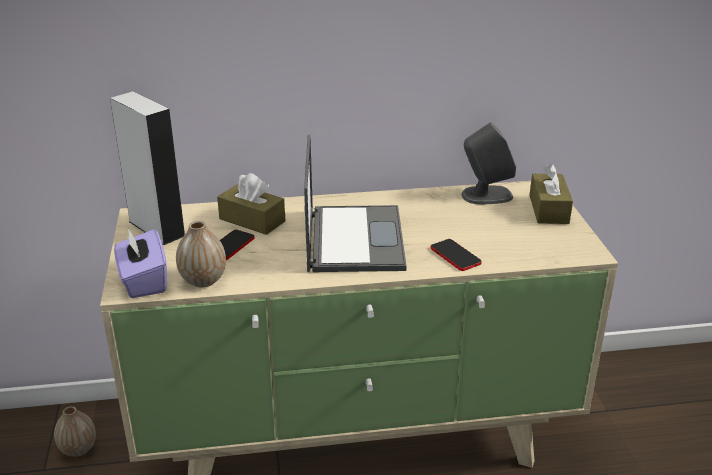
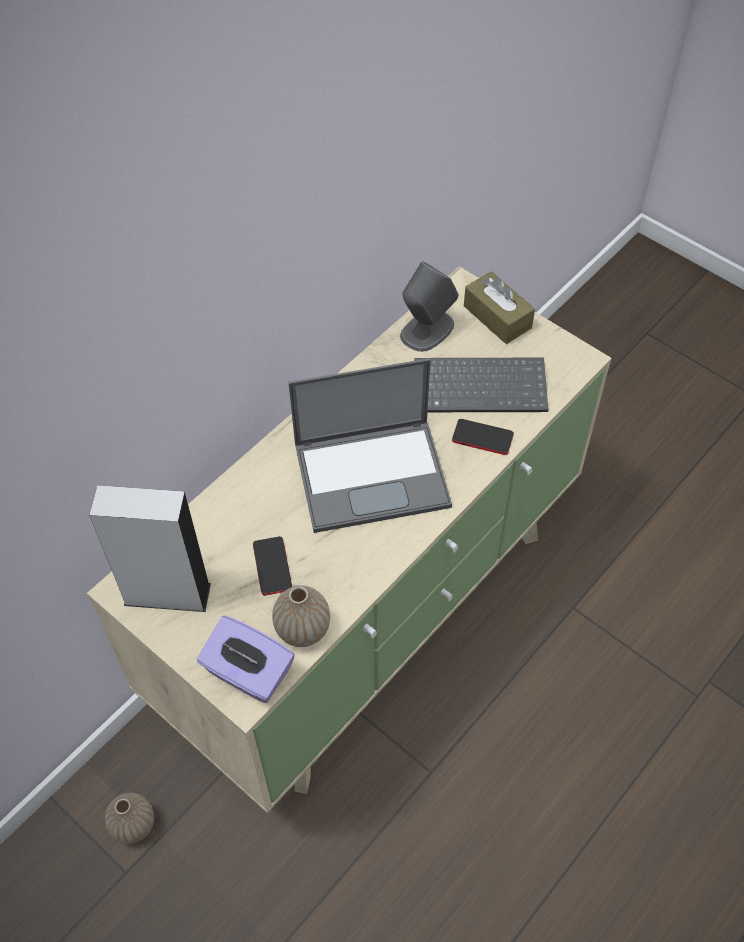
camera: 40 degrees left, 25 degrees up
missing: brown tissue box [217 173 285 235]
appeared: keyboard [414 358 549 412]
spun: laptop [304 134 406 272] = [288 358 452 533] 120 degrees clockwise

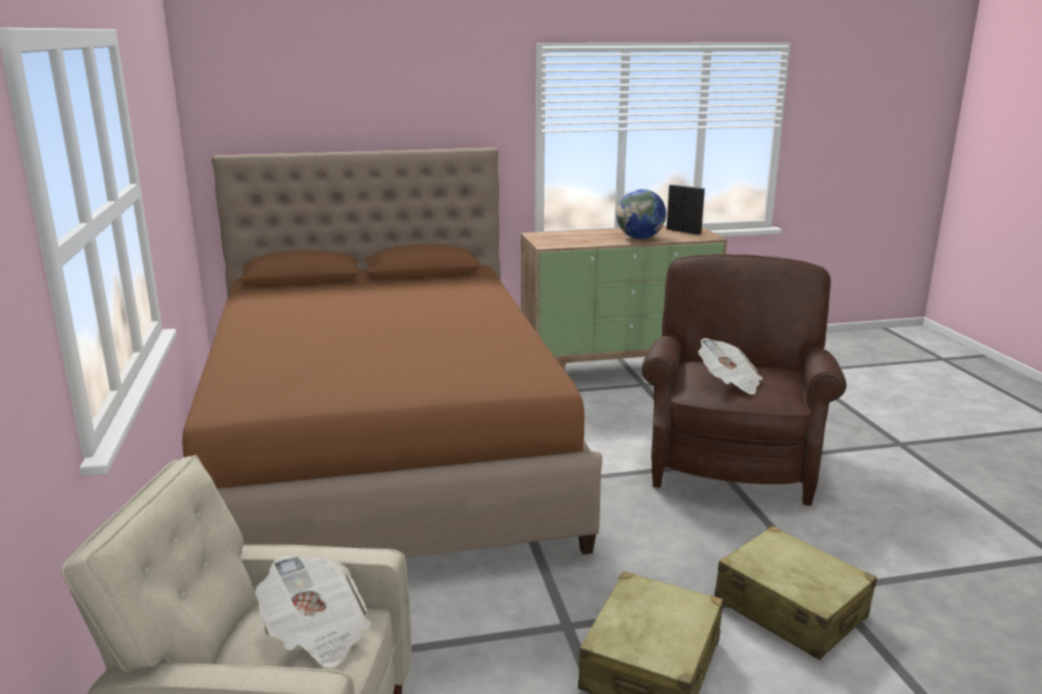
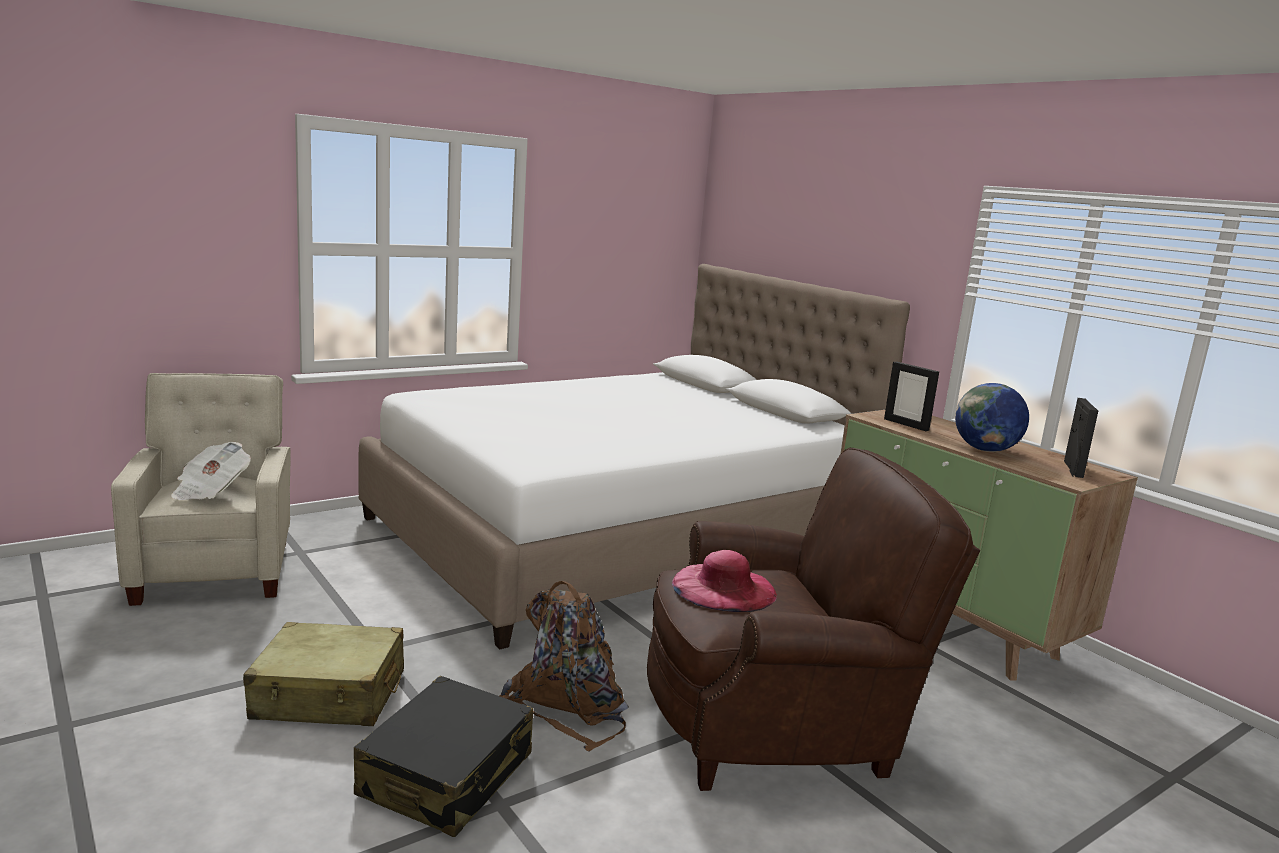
camera: 65 degrees right, 5 degrees down
appeared: brown backpack [500 581 629 751]; picture frame [884 362 939 431]
exchanged: newspaper [698 338 762 395] to pink hat [672 550 777 612]
colour: brown bed [182 147 602 557] to white bed [358 264 910 649]; beige suitcase [714 526 877 660] to black suitcase [354 676 533 837]

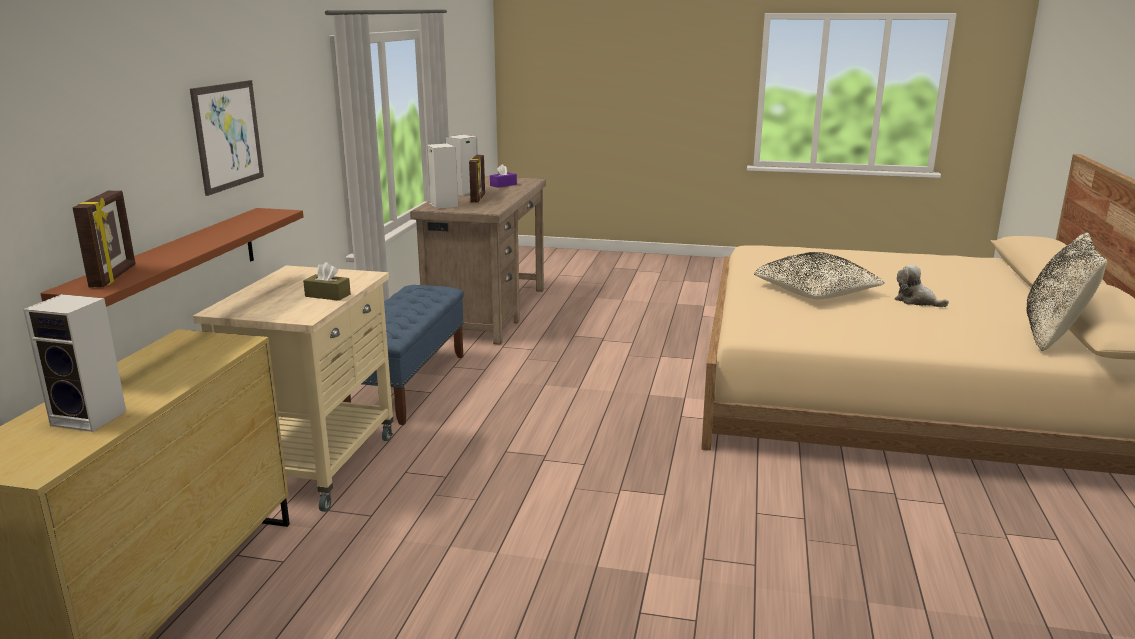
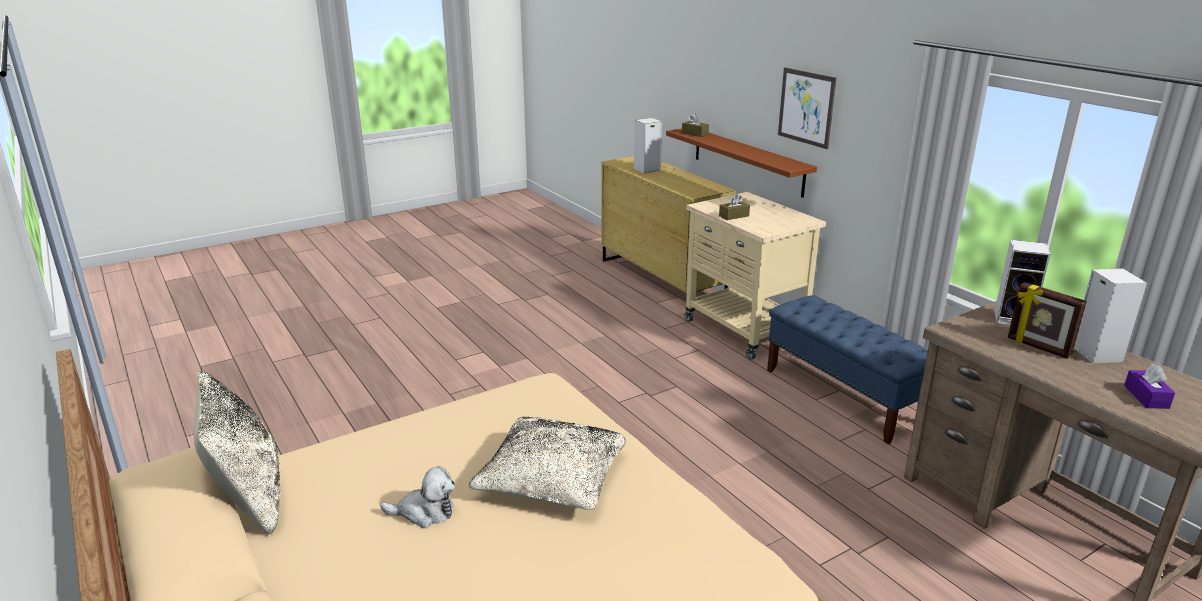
camera: 135 degrees right, 5 degrees up
exchanged: picture frame [73 190 135 287] to brown tissue box [682 113 709 137]

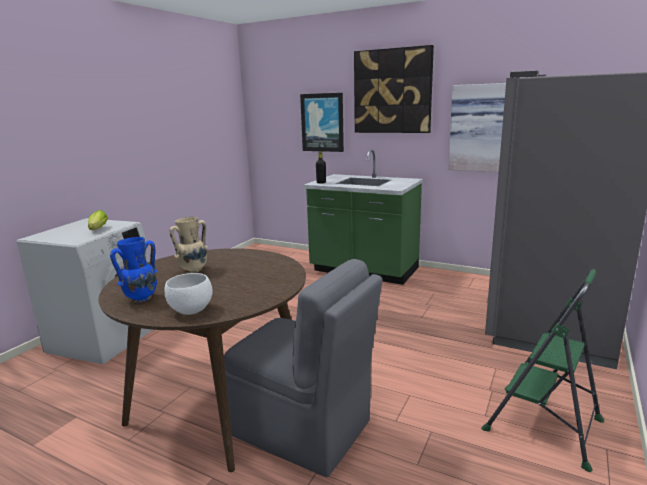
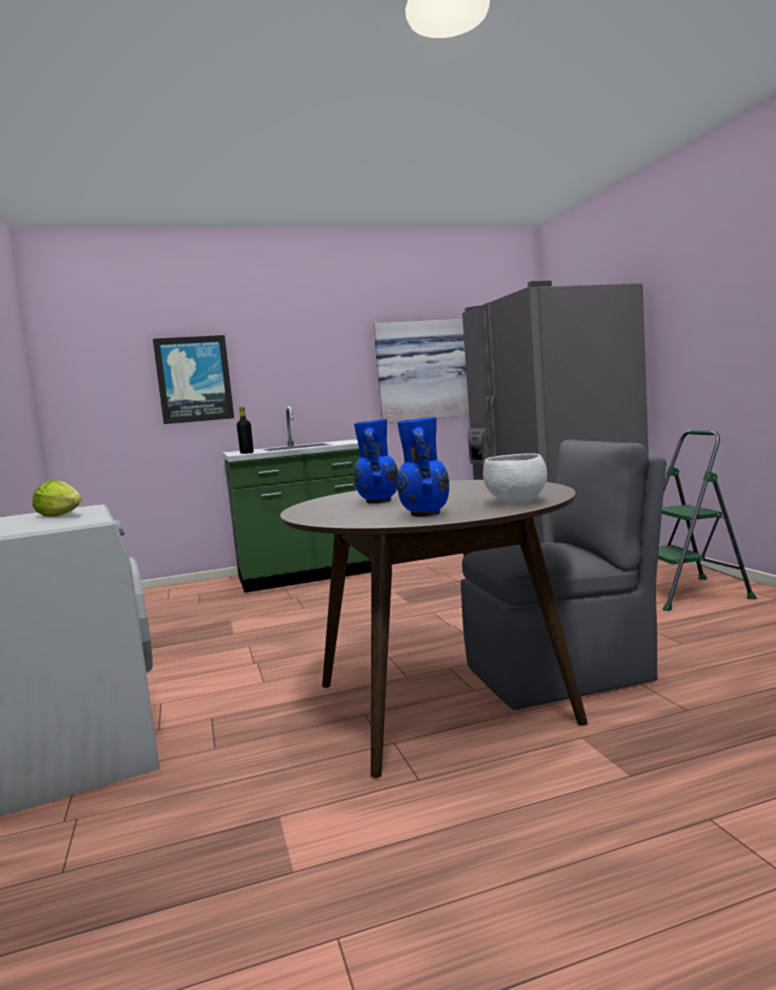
camera: 45 degrees left, 10 degrees down
missing: picture [354 45 434 133]
colour: beige vase [169 217 208 273] to blue vase [354 419 398 504]

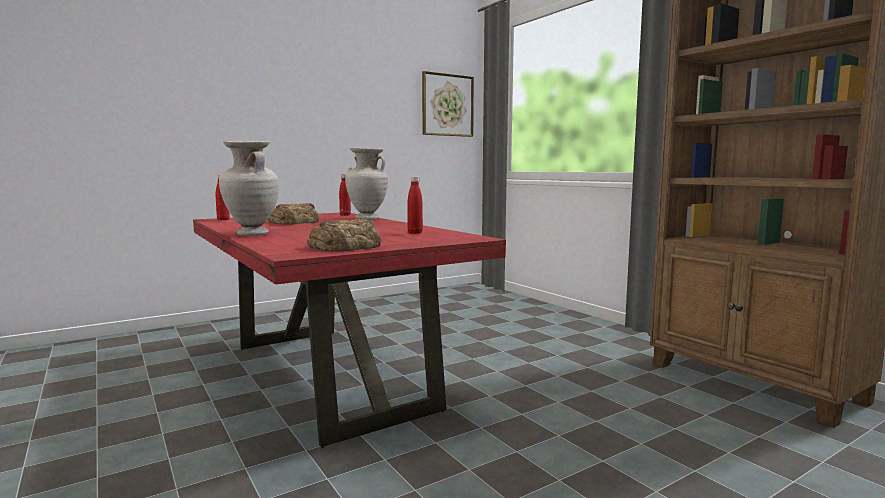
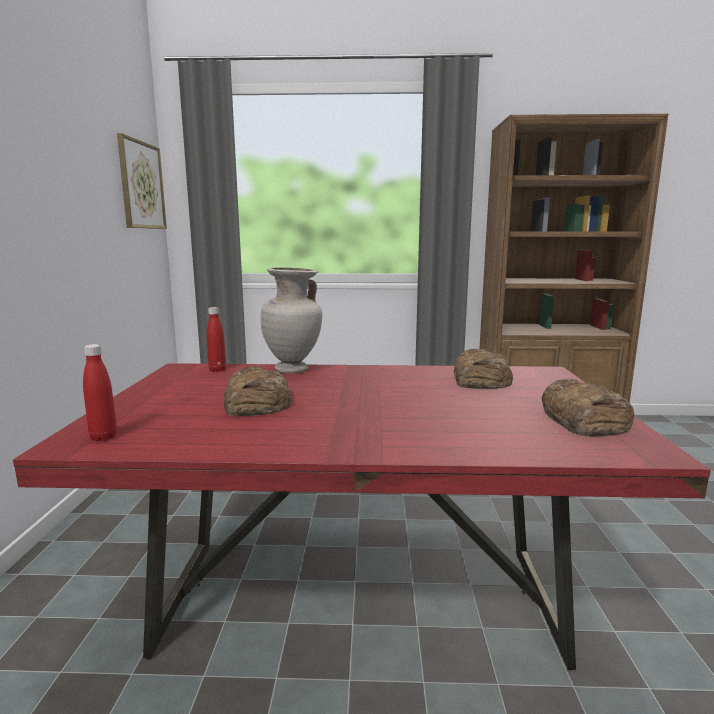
camera: 55 degrees left, 5 degrees up
missing: beige vase [219 141 279 236]
exchanged: red bottle [407 176 423 234] to bread [454 349 513 389]

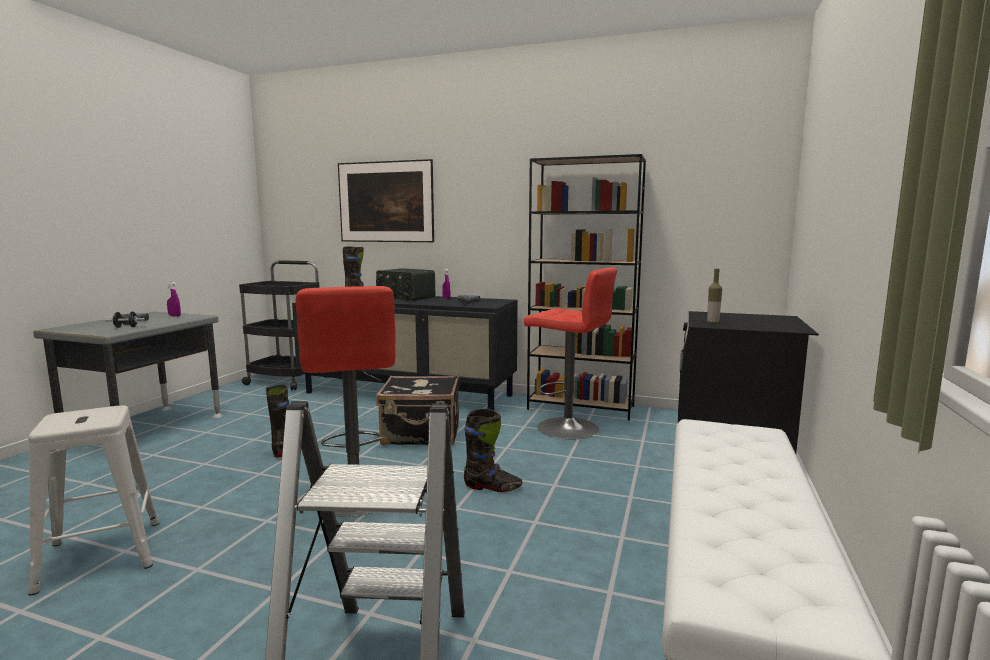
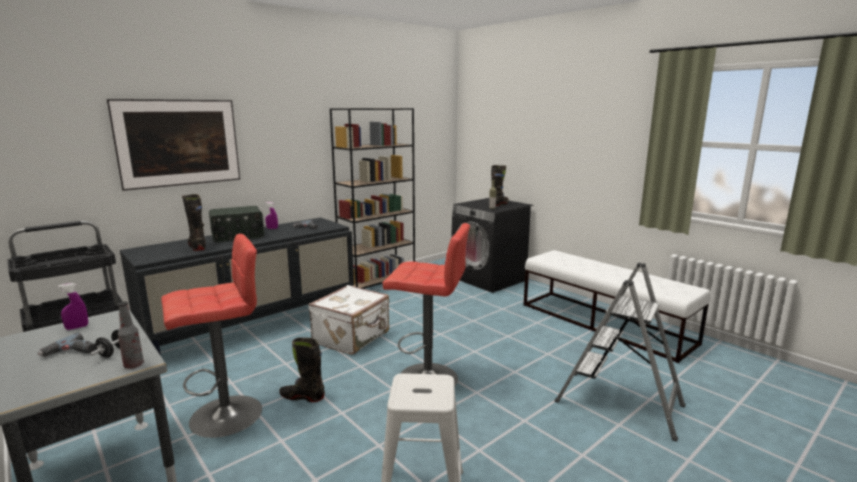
camera: 60 degrees left, 5 degrees up
appeared: bottle [118 302 144 369]
relocated: black boot [464 409 522 492] to [491 165 509 206]; red stool [524 267 617 440] to [161 234 262 438]
colour: black suitcase [376 376 459 445] to white suitcase [308 285 389 355]

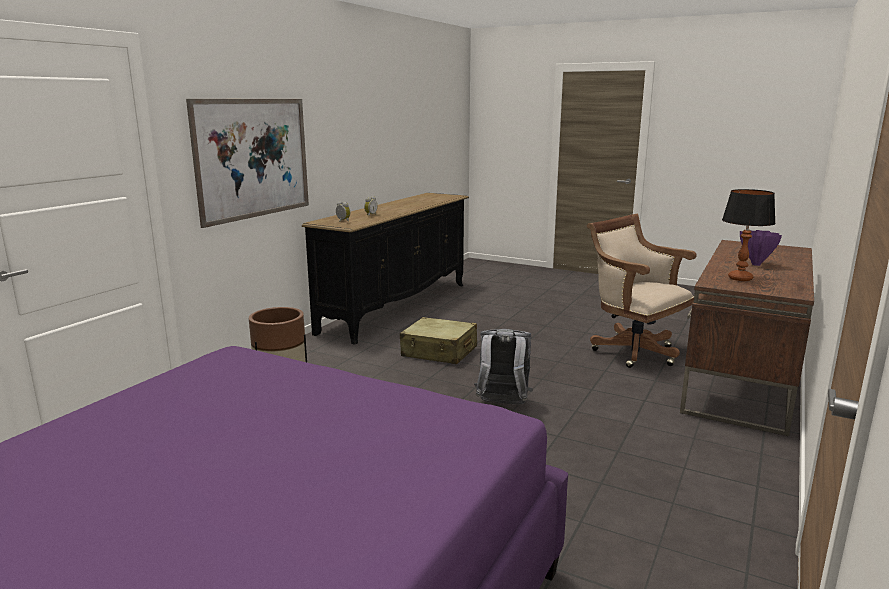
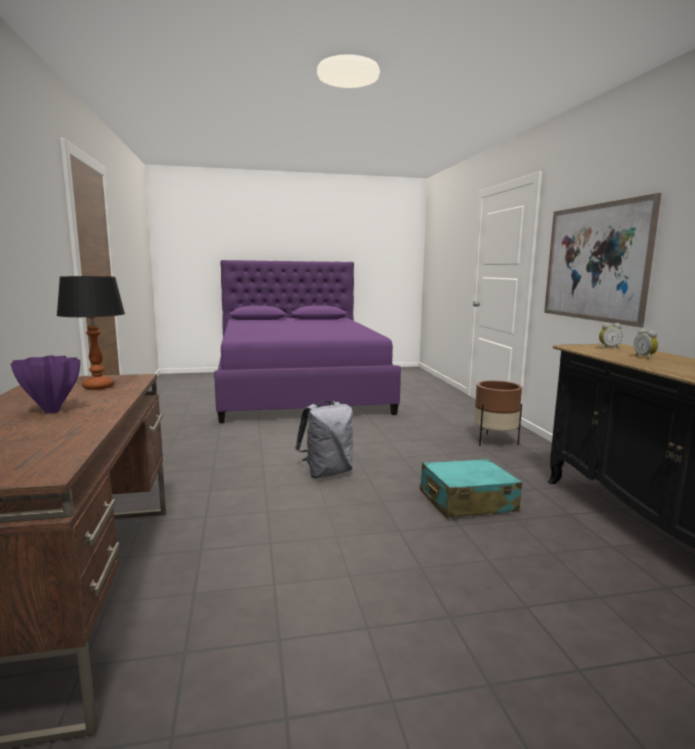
camera: 140 degrees right, 5 degrees down
missing: office chair [587 214 697 368]
colour: beige suitcase [400 317 477 364] to turquoise suitcase [420 459 522 518]

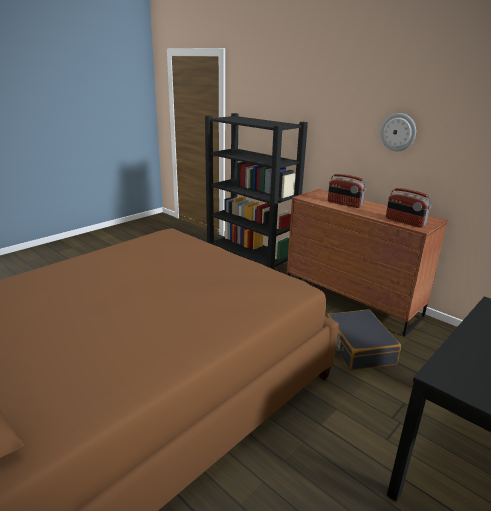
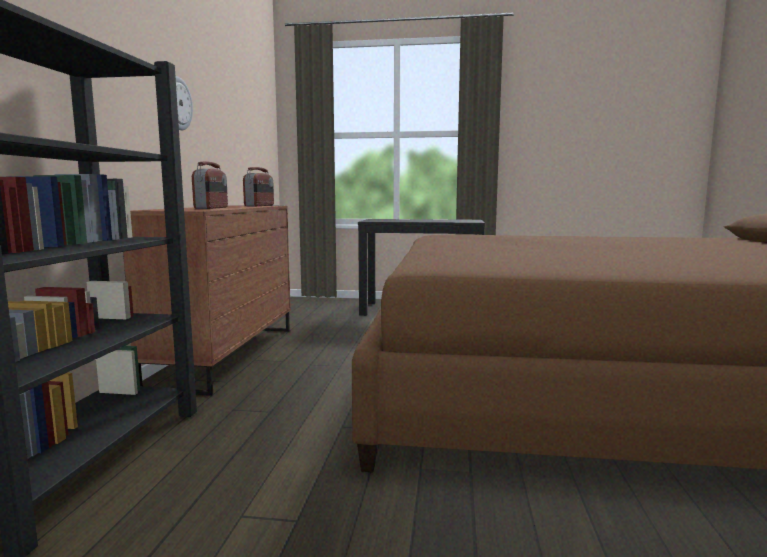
camera: 125 degrees left, 15 degrees down
missing: black suitcase [327 310 401 370]

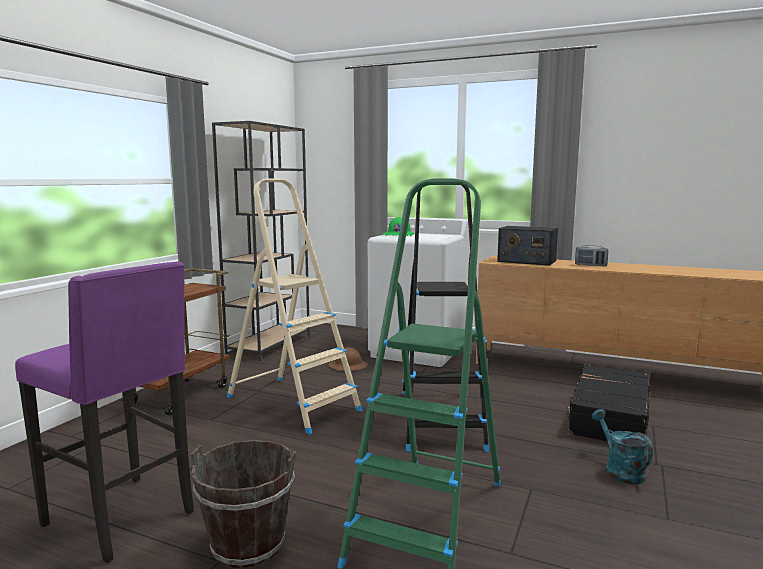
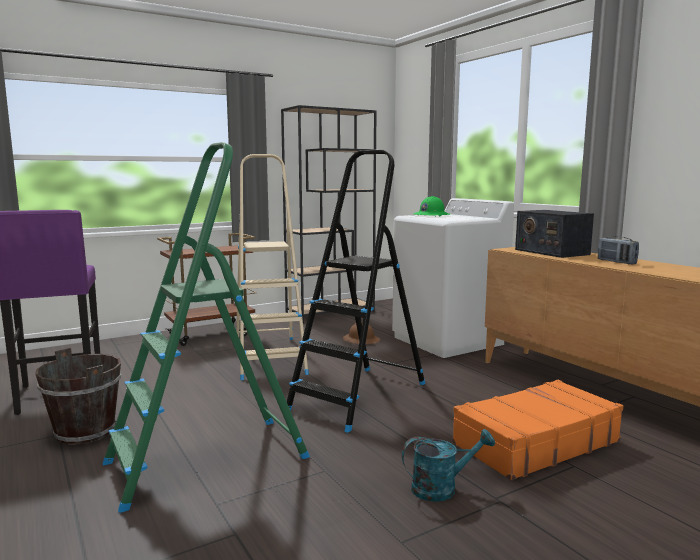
camera: 35 degrees right, 0 degrees up
colour: black suitcase [564 364 650 441] to orange suitcase [452 380 623 480]
spun: turquoise watering can [591 409 653 484] = [402 429 495 502] 60 degrees clockwise

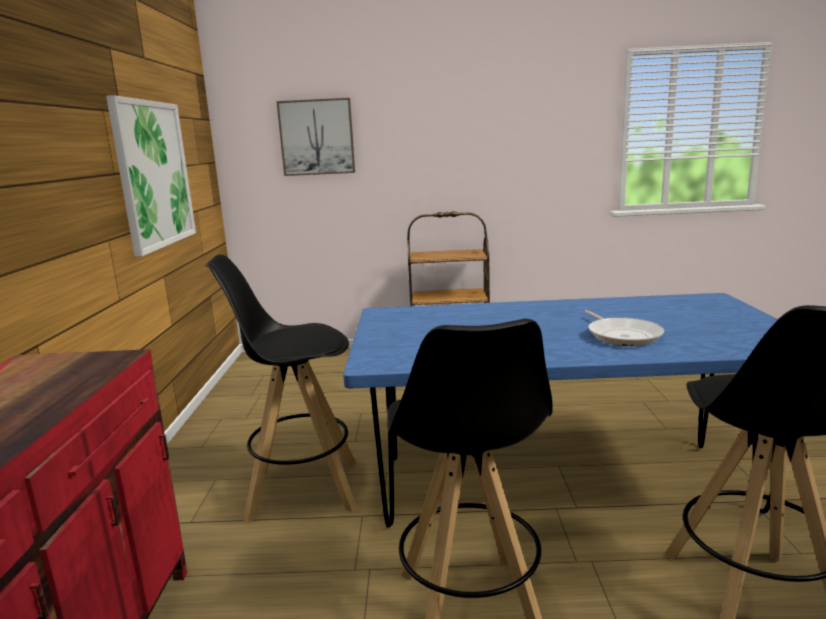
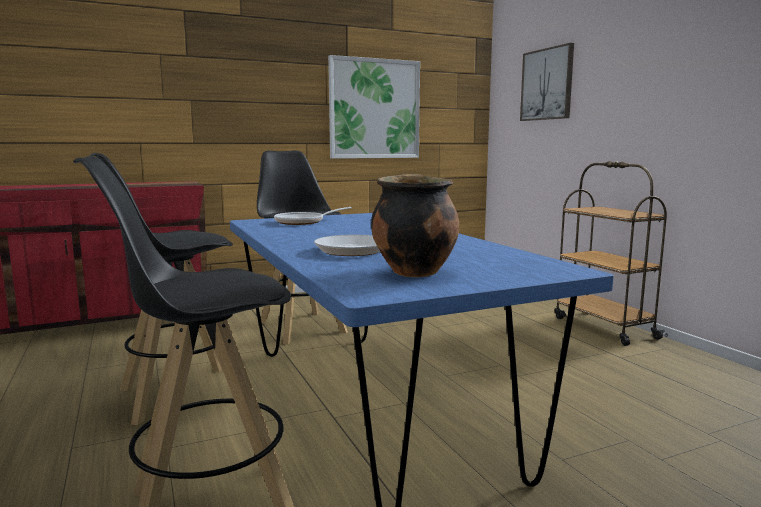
camera: 65 degrees right, 5 degrees down
appeared: frying pan [274 207 352 225]; cooking pot [371 174 459 277]

